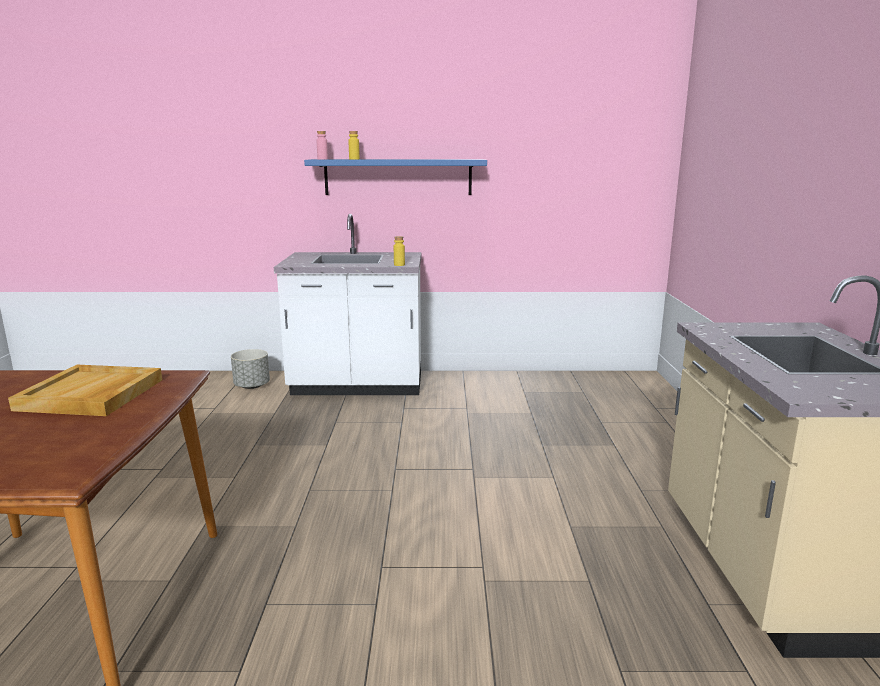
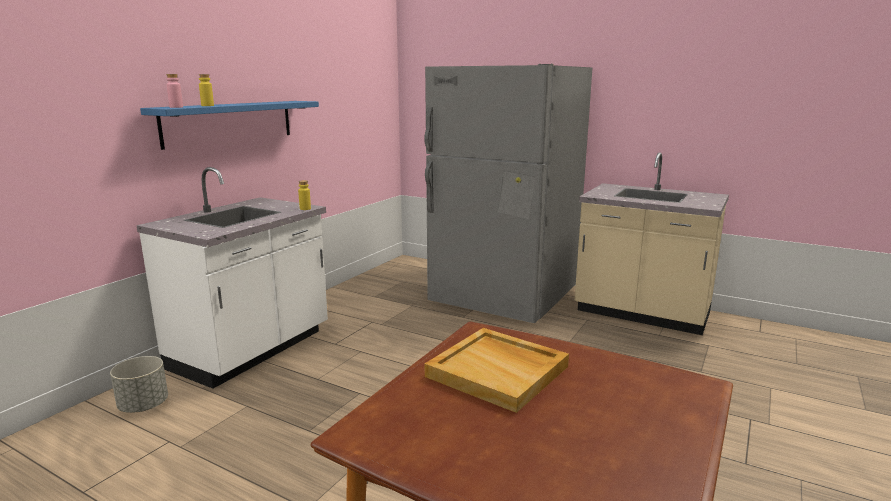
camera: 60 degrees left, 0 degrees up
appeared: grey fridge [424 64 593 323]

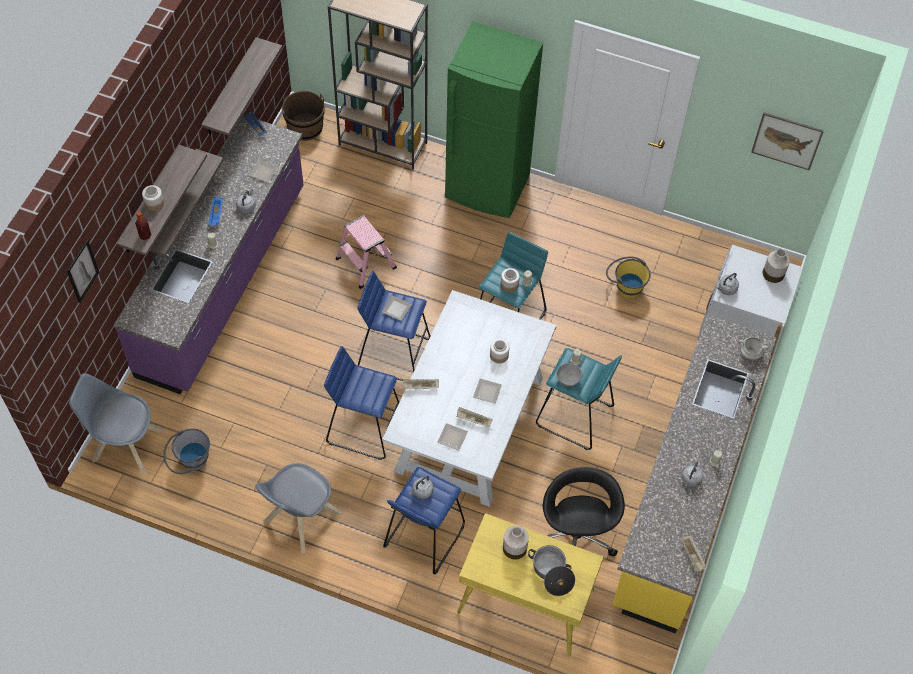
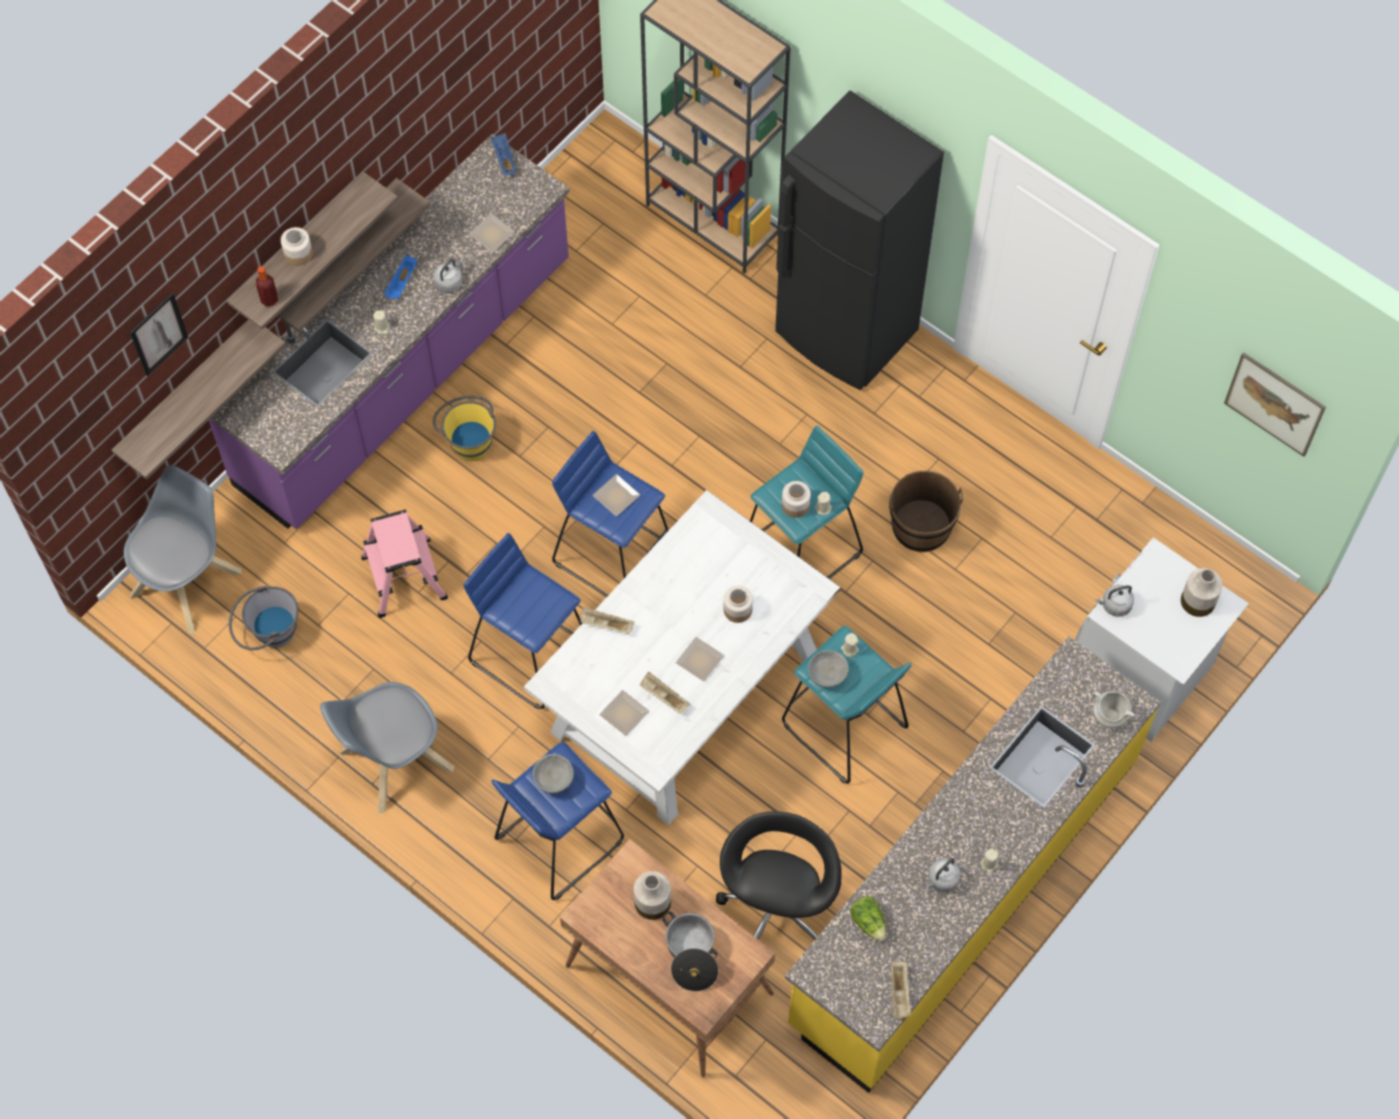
camera: 20 degrees right, 5 degrees up
appeared: lettuce [851 896 886 941]
relocated: shelf [201 37 282 136] to [112 320 286 479]; brown bucket [281 91 325 141] to [889 471 963 552]; pink step ladder [336 215 397 289] to [361 509 448 618]; yellow bucket [606 256 651 299] to [433 396 496 461]
exchanged: grey kettle [409 476 433 499] to grey bowl [533 754 574 794]
colour: green fridge [445 21 543 218] to black fridge [775 90 944 390]; yellow desk [457 513 604 656] to brown desk [560 839 775 1078]
spun: grey chair [69 373 164 475] = [124 465 241 634] 90 degrees clockwise

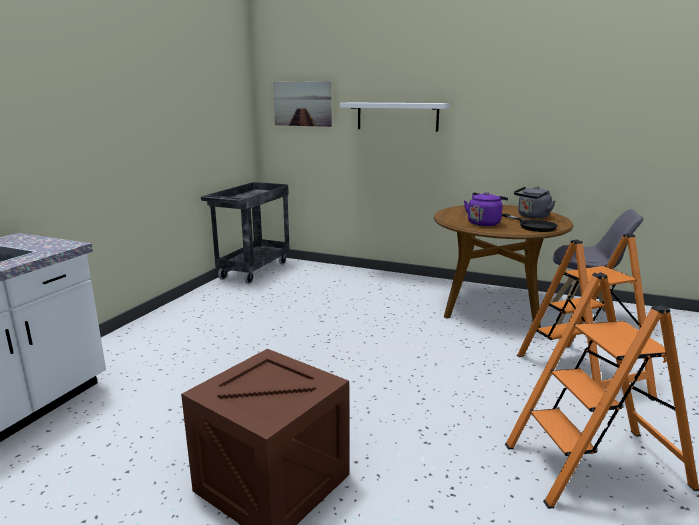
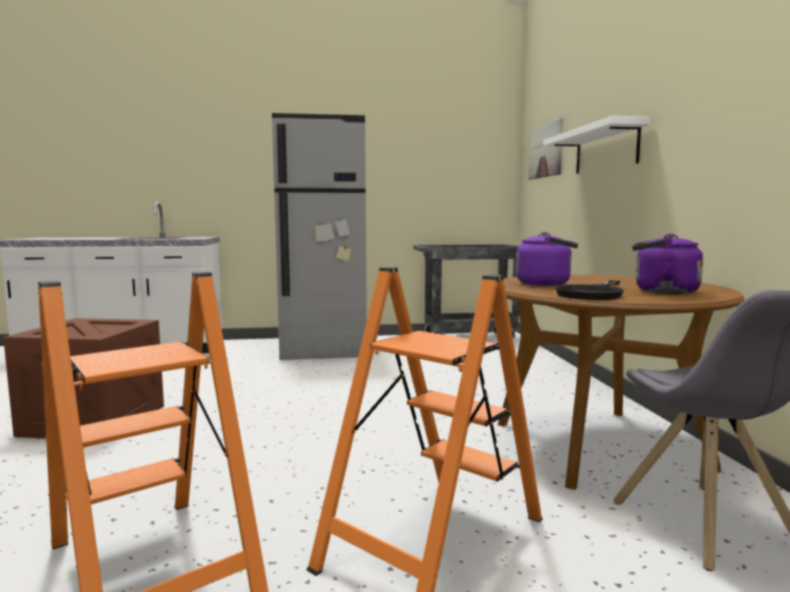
camera: 60 degrees right, 10 degrees down
appeared: grey fridge [272 113 367 360]
colour: grey kettle [514 186 556 219] to purple kettle [632 234 703 294]

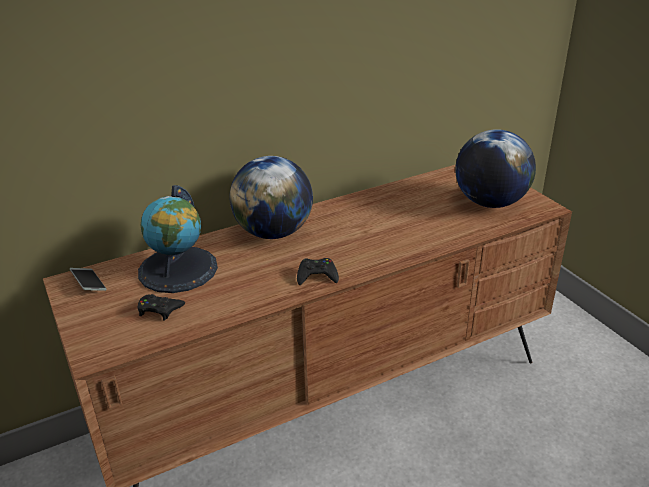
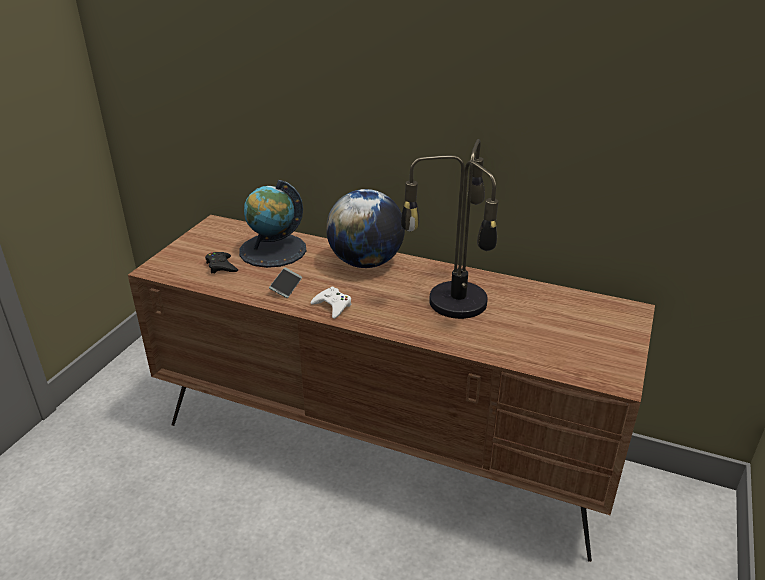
camera: 50 degrees right, 0 degrees up
missing: globe [455 129 536 208]
appeared: table lamp [401 139 498 319]
relocated: phone [70 268 107 291] to [269 267 302 298]
colour: black game controller [297 258 339 285] to white game controller [311 287 351 319]

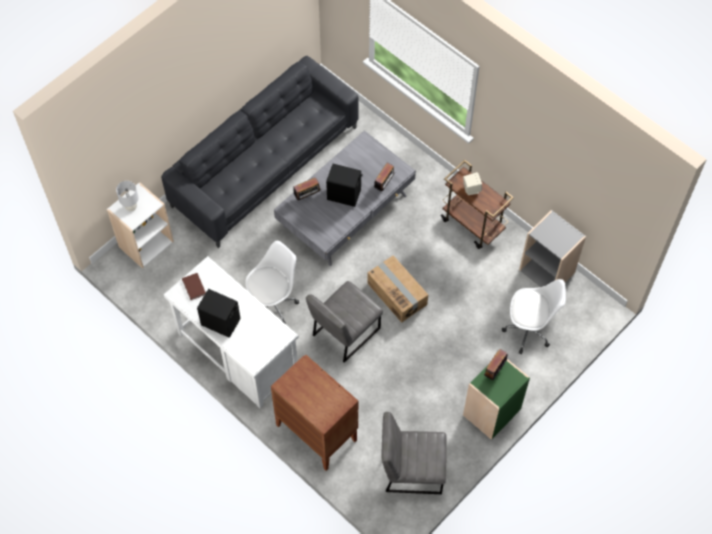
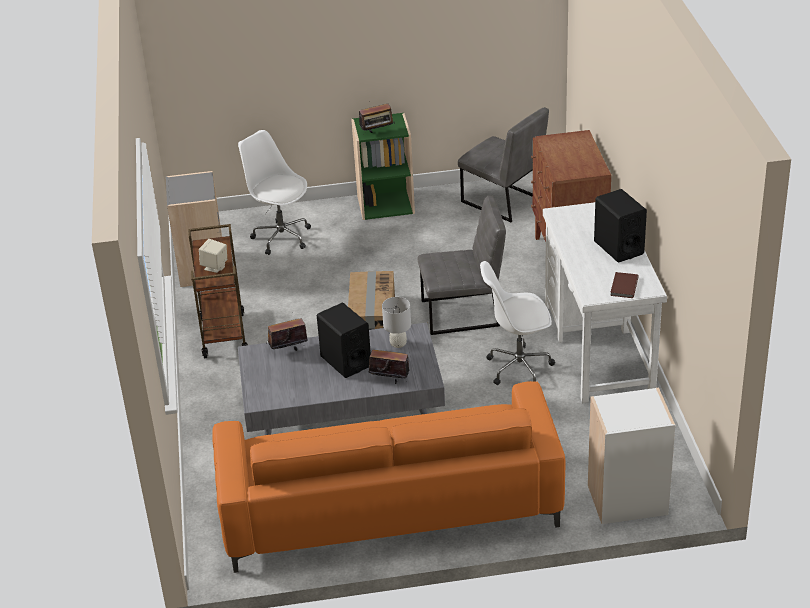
camera: 140 degrees left, 25 degrees down
relocated: grey table lamp [116 181 139 211] to [382 297 411 348]
colour: grey sofa [161 56 359 248] to orange sofa [212 381 565 573]

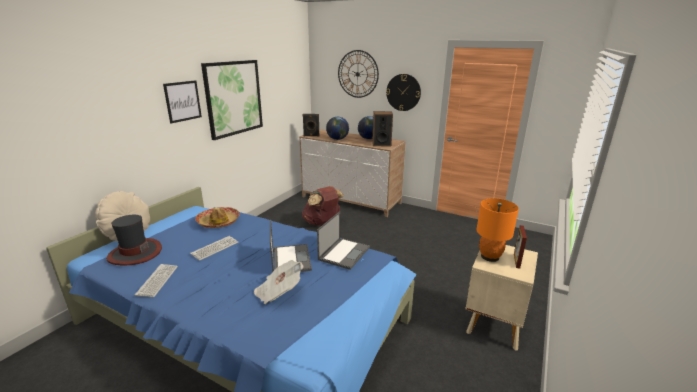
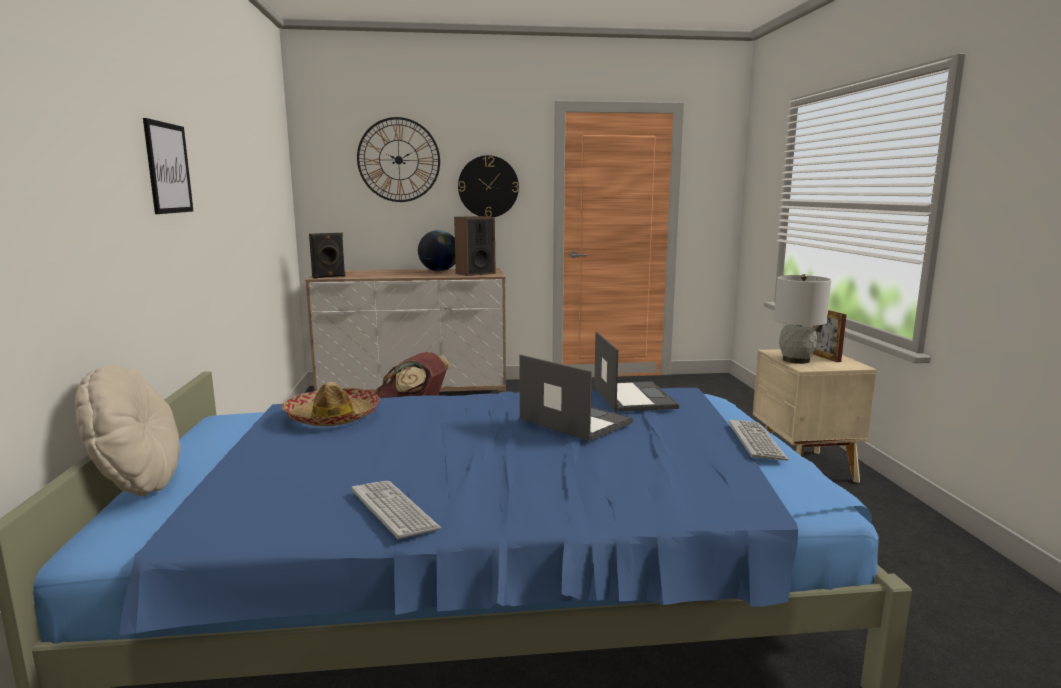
camera: 35 degrees left, 10 degrees down
missing: hat [106 215 162 266]; picture [201 60 263 140]; newspaper [254 260 303 304]; globe [326 117 349 140]
relocated: keyboard [190 236 238 261] to [729 420 789 461]
colour: orange table lamp [476 198 519 262] to white table lamp [774 274 831 364]

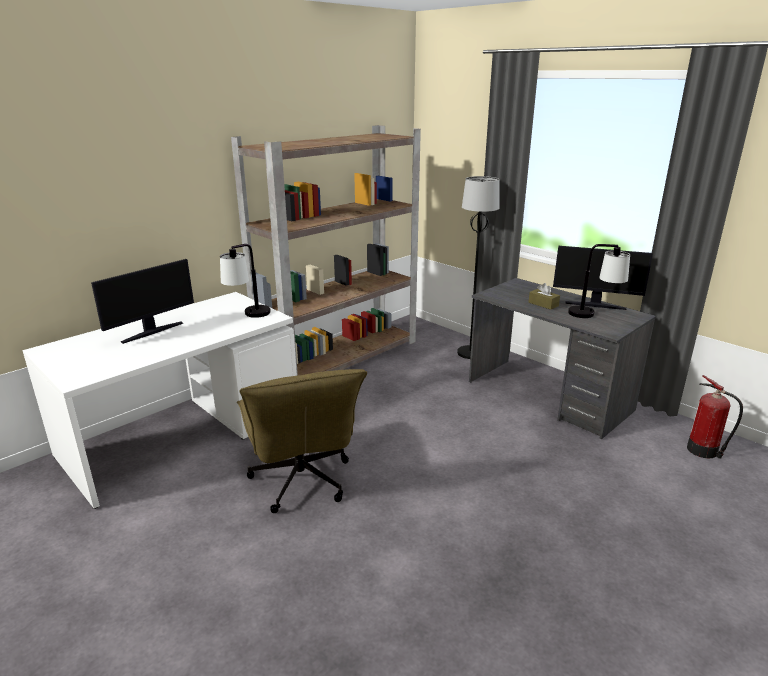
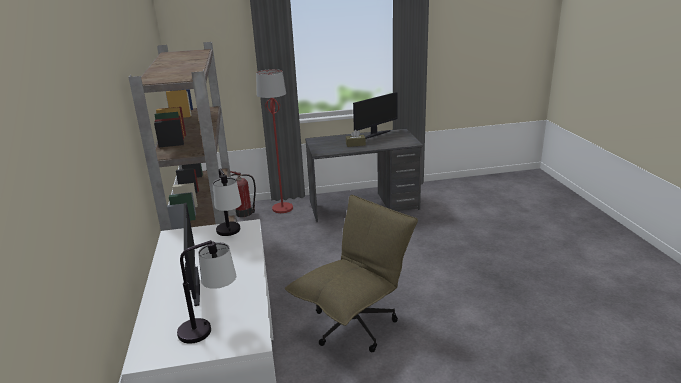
camera: 55 degrees left, 0 degrees up
relocated: table lamp [568 244 630 318] to [177 240 236 344]; fire extinguisher [687 375 743 459] to [230 171 256 217]
colour: black floor lamp [457 176 499 359] to red floor lamp [256 69 293 213]
spun: beige office chair [237 369 367 513] = [285 195 418 352] 60 degrees counterclockwise

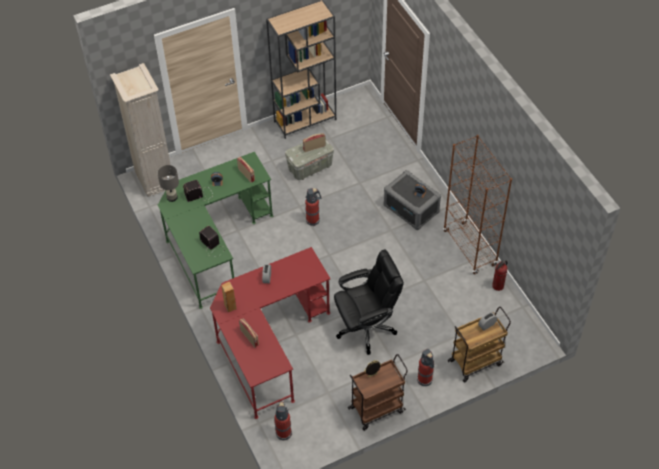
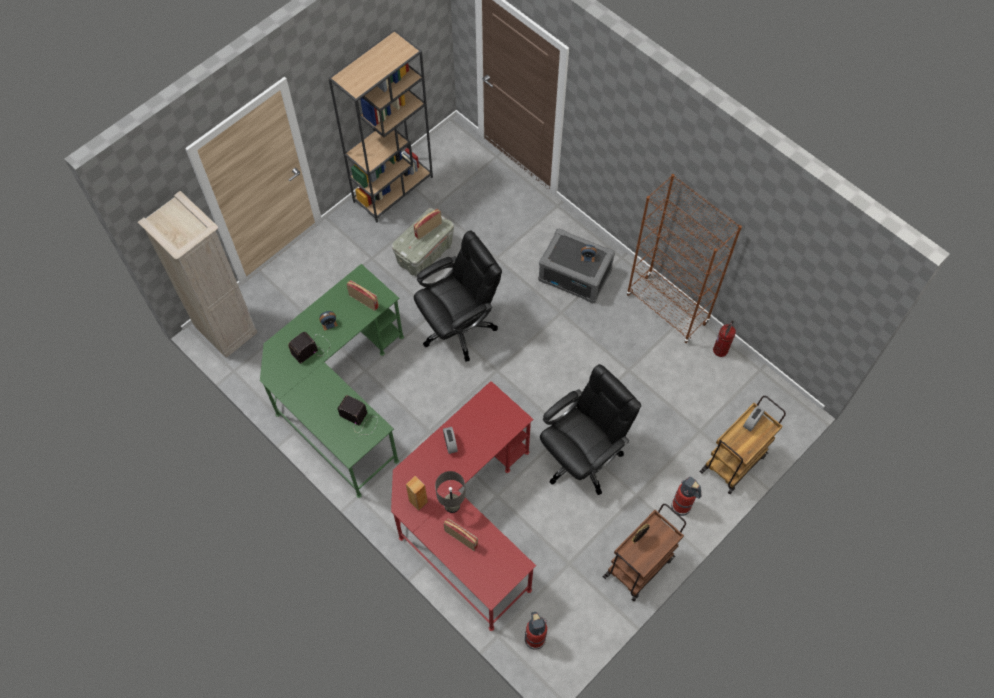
camera: 20 degrees left, 10 degrees up
relocated: grey table lamp [158 165 179 202] to [435 471 466 513]
exchanged: fire extinguisher [305 188 321 226] to black office chair [414 230 502 362]

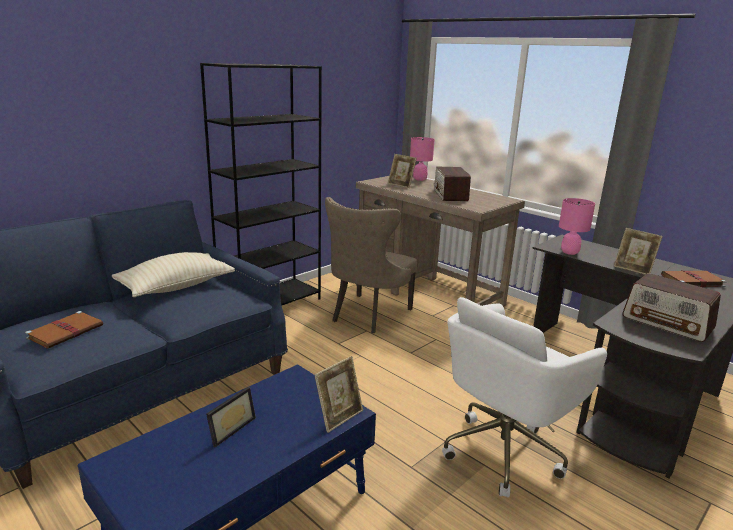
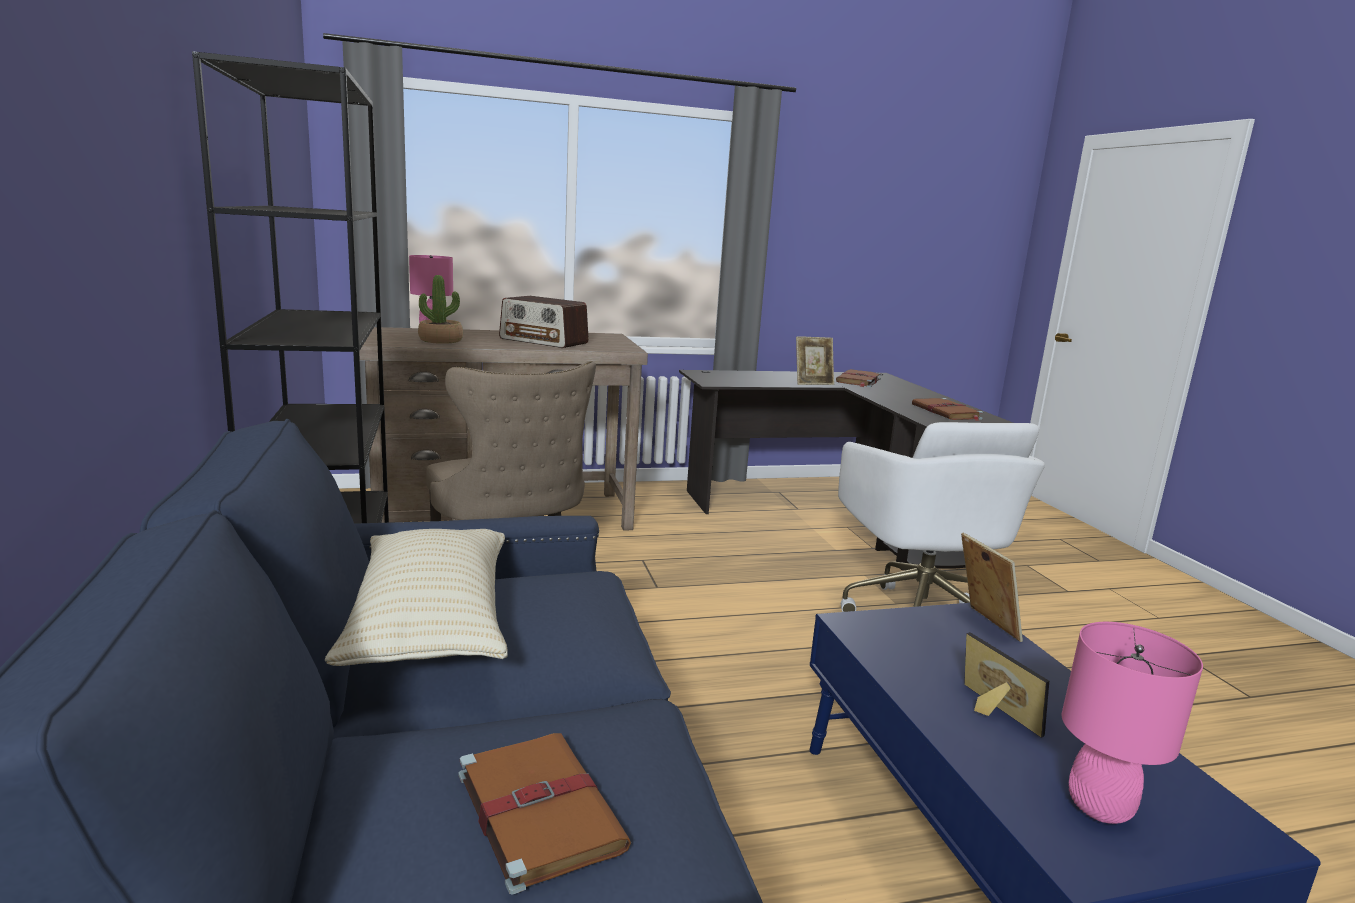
camera: 60 degrees left, 5 degrees down
relocated: pink table lamp [559 198 595 255] to [1062 622 1203 824]
exchanged: picture frame [388 154 417 188] to potted plant [418 275 463 344]; radio [622 273 721 342] to brown book [912 398 983 421]

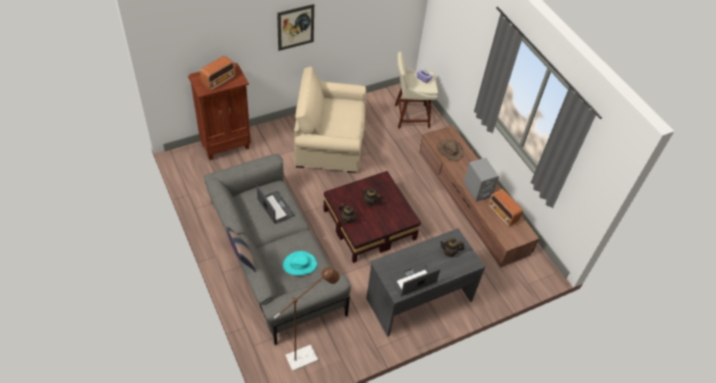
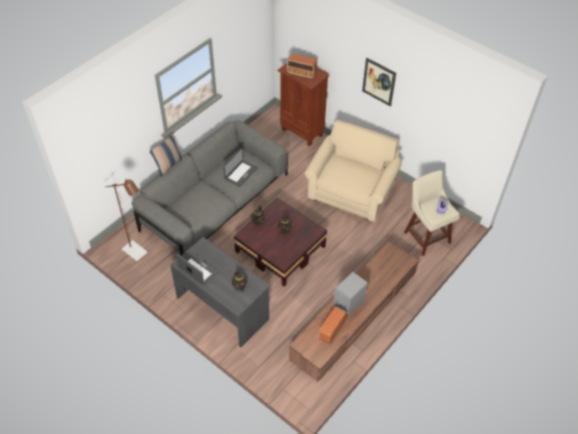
camera: 70 degrees right, 0 degrees up
missing: turquoise hat [283 251 317 275]; brown hat [437 140 464 161]
spun: beige armchair [294 66 366 173] = [305 120 402 222] 45 degrees clockwise

